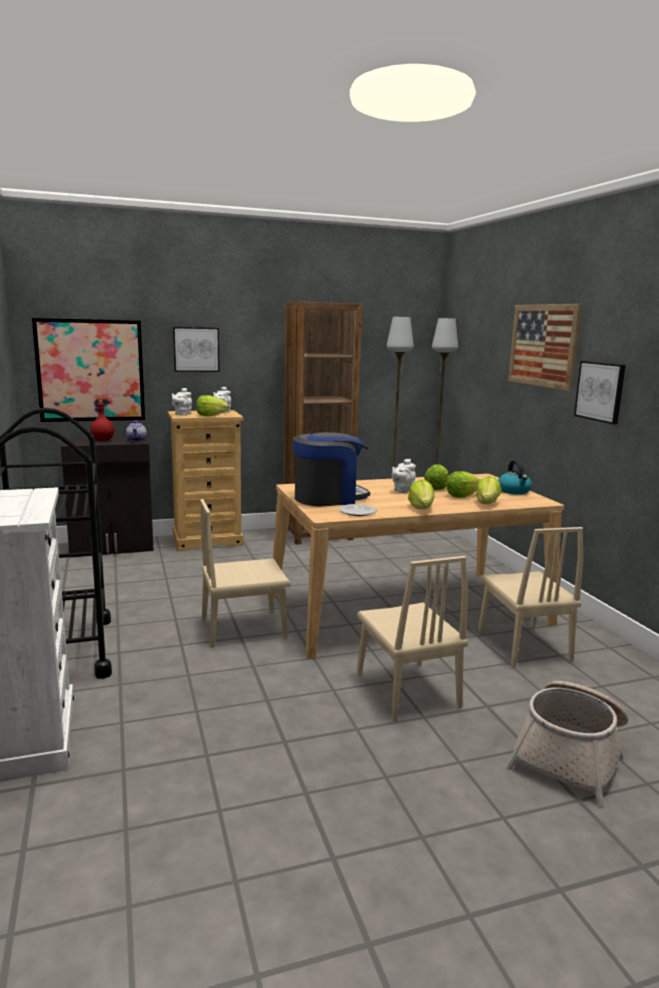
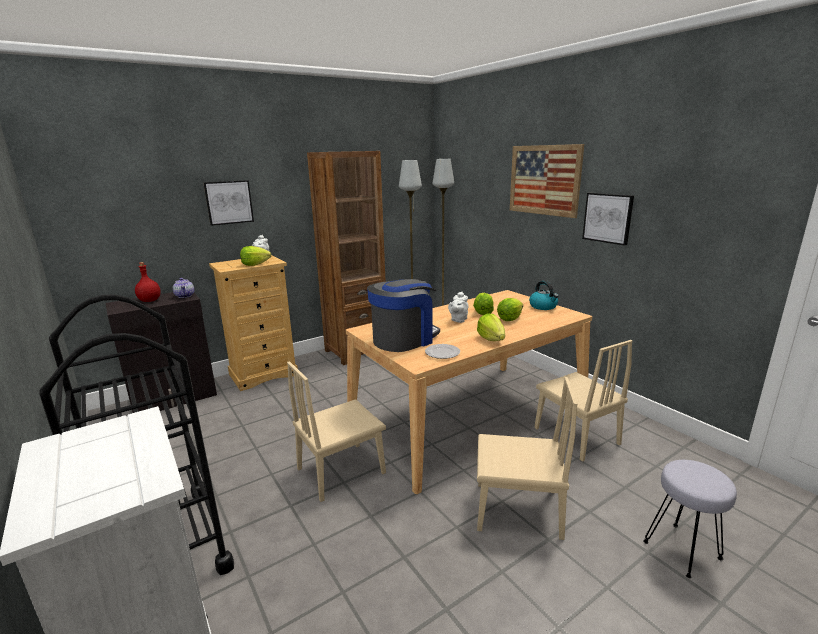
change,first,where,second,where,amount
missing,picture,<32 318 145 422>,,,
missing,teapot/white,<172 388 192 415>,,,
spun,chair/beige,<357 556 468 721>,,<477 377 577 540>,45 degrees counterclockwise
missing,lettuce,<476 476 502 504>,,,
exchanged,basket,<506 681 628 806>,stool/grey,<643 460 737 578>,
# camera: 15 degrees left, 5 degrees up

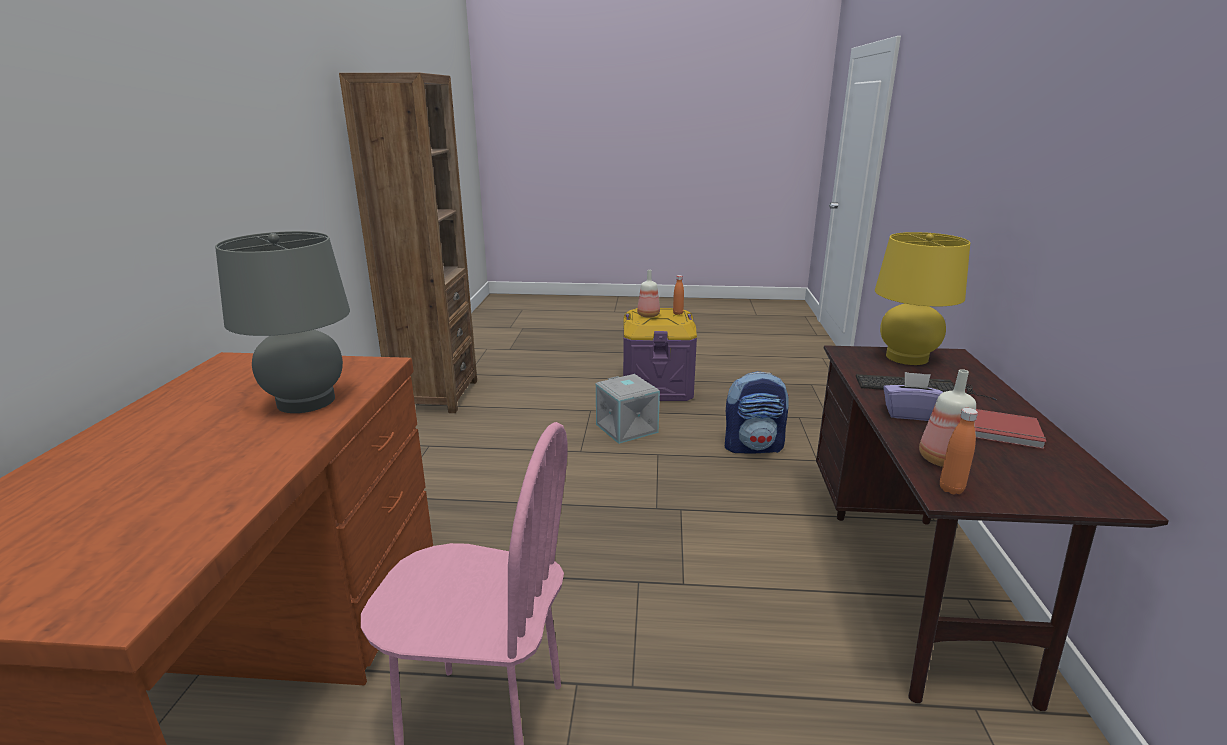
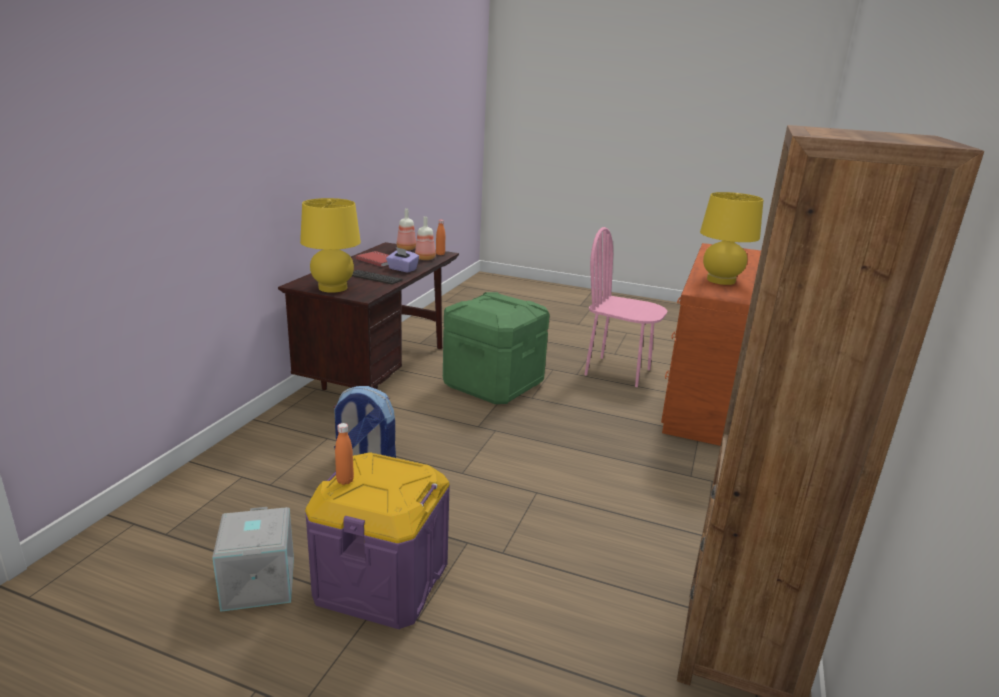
change,first,where,second,where,amount
colour,table lamp/grey,<215 231 350 413>,table lamp/yellow,<700 192 763 285>,
relocated,storage box/grey,<596 374 660 444>,,<212 507 294 612>,
relocated,bottle,<637 270 660 318>,,<397 208 416 250>,
appeared,,,storage box/green,<443 292 550 404>,
# camera: 165 degrees left, 0 degrees up

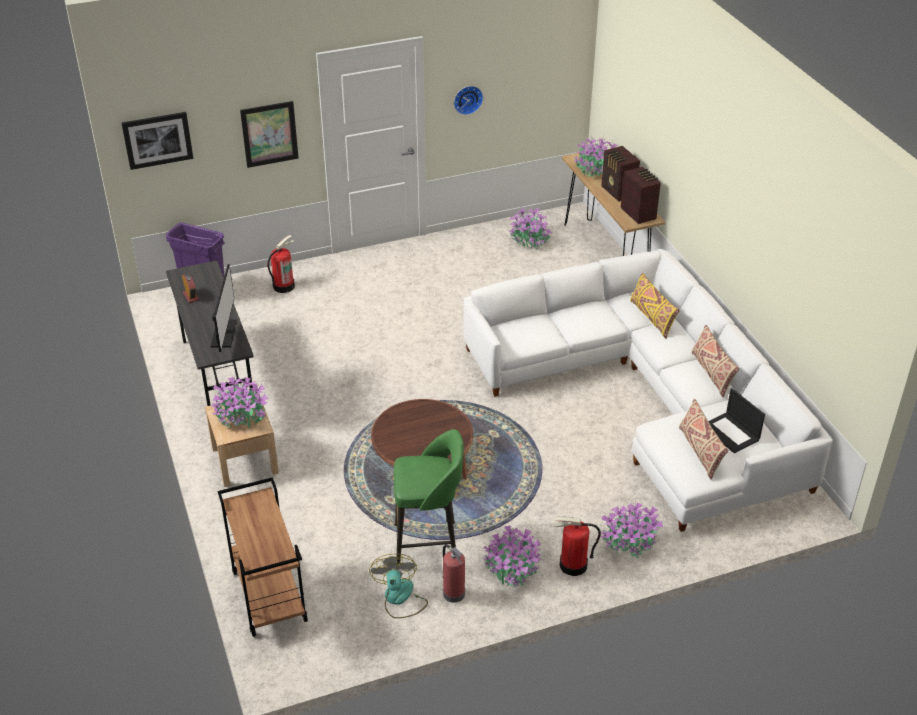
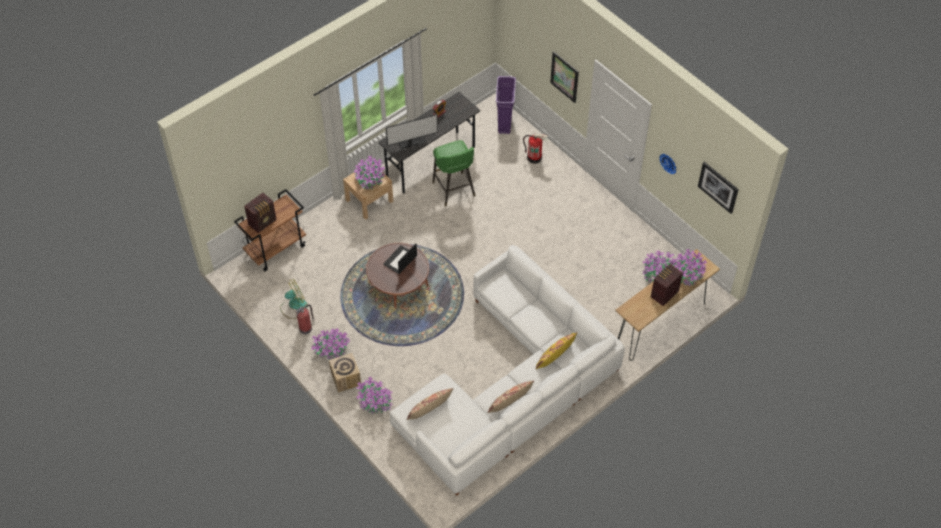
change,first,where,second,where,amount
relocated,picture,<121 112 193 170>,,<698 162 739 214>,
relocated,stool/green,<394 429 464 570>,,<432 140 476 206>,
exchanged,fire extinguisher,<551 517 601 576>,cardboard box,<329 353 361 393>,
relocated,radio,<621 167 661 224>,,<244 193 277 233>,
relocated,laptop,<708 388 765 453>,,<383 243 417 274>,
# camera: 70 degrees right, 15 degrees up

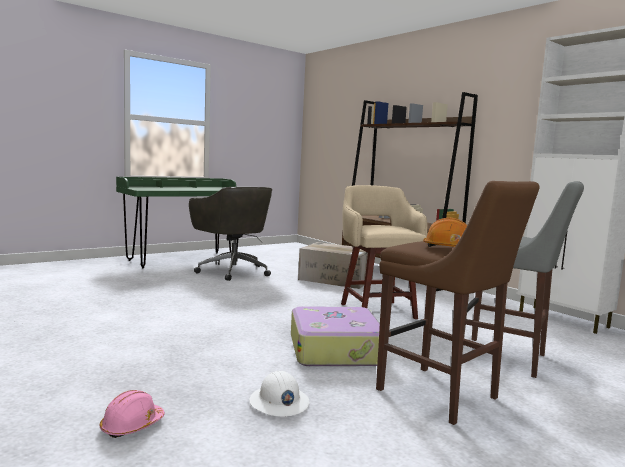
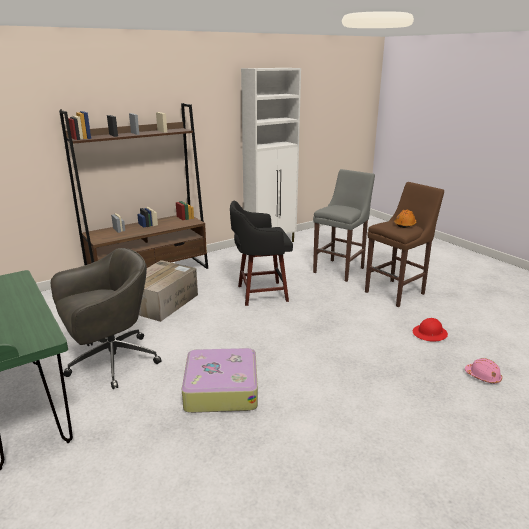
change,first,where,second,where,amount
colour,hard hat/white,<249 371 310 416>,hard hat/red,<413 318 448 342>,
relocated,suitcase,<291 306 389 366>,,<182 348 258 413>,
colour,stool/beige,<341 185 428 319>,stool/black,<230 201 293 306>,
# camera: 85 degrees left, 15 degrees up

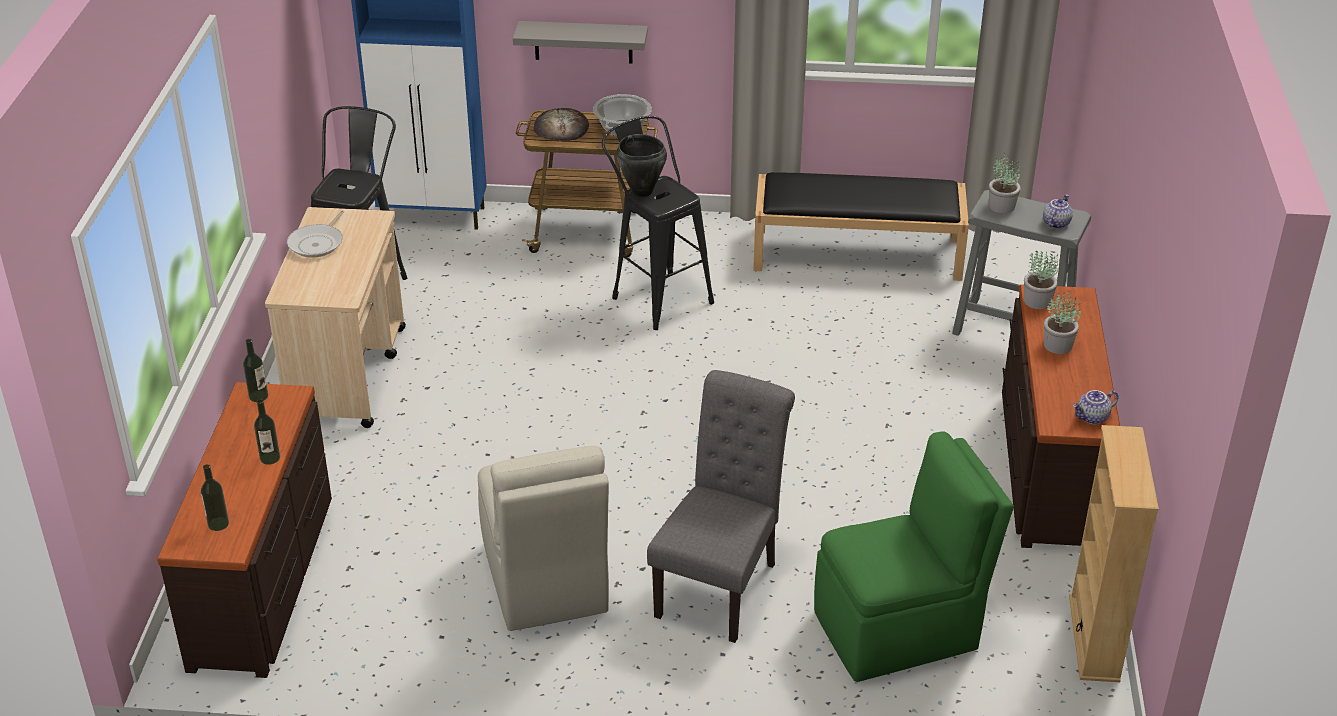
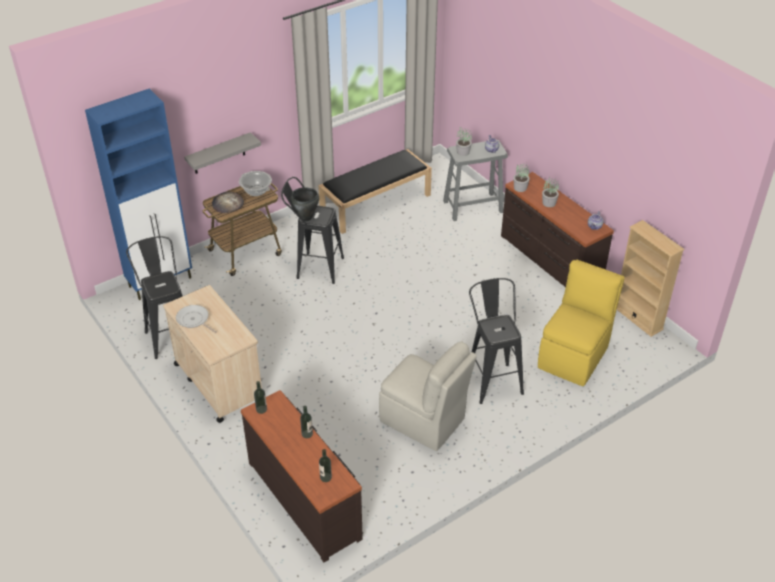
change,first,where,second,where,amount
spun,frying pan,<287 210 344 258>,,<176 305 216 333>,150 degrees clockwise
exchanged,chair/grey,<647 370 795 643>,stool/black,<469 278 524 404>,
colour,chair/green,<814 431 1014 682>,chair/yellow,<538 260 625 386>,
# camera: 40 degrees left, 5 degrees up

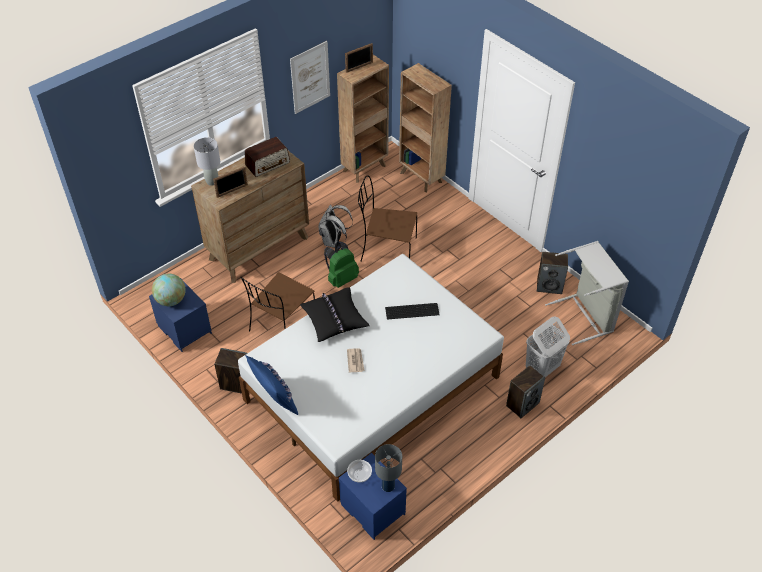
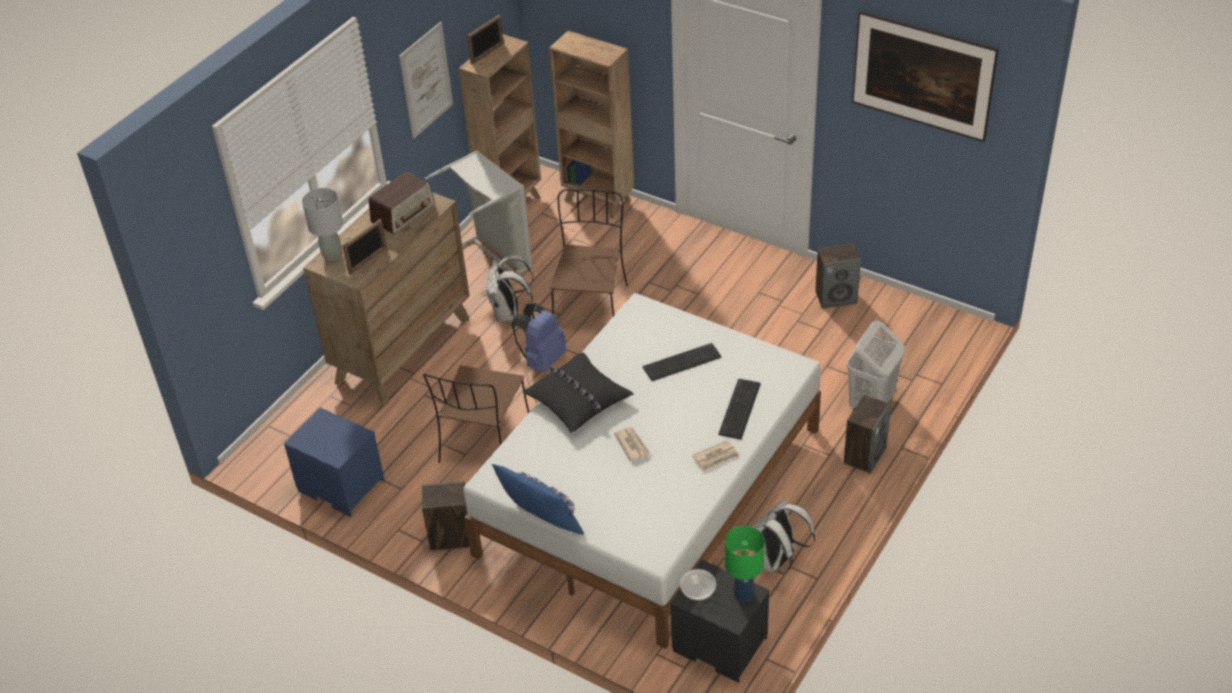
change,first,where,second,where,amount
missing,globe,<152 274 186 306>,,,
colour,backpack/green,<324 241 359 288>,backpack/blue,<512 303 566 372>,
colour,nightstand/blue,<339 453 407 540>,nightstand/black,<670 559 770 683>,
spun,chair/brown,<358 175 417 262>,,<550 189 628 316>,105 degrees clockwise
colour,table lamp/grey,<375 444 402 492>,table lamp/green,<725 526 765 602>,
relocated,laundry basket/grey,<545 241 629 345>,,<425 150 532 294>,
appeared,,,newspaper,<692 440 739 471>,
appeared,,,keyboard,<718 379 761 439>,
appeared,,,backpack/white,<753 498 815 574>,
appeared,,,picture,<852 10 999 142>,
# camera: 15 degrees left, 5 degrees down

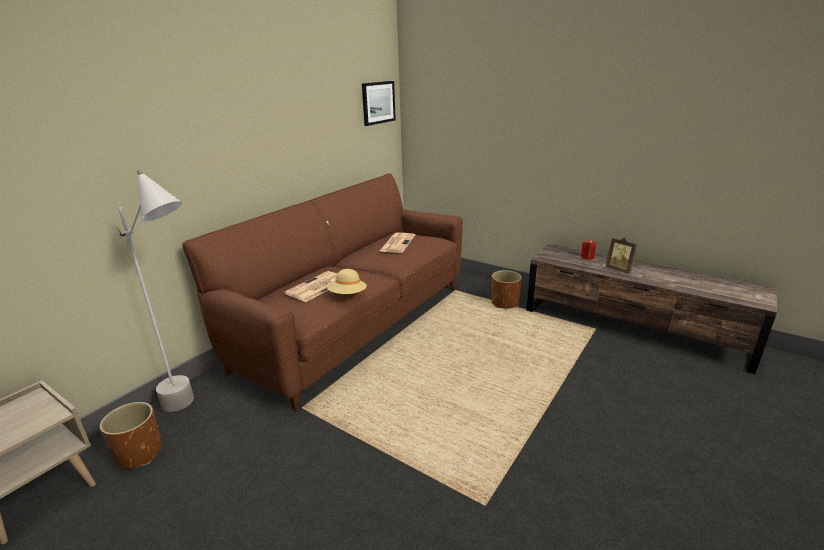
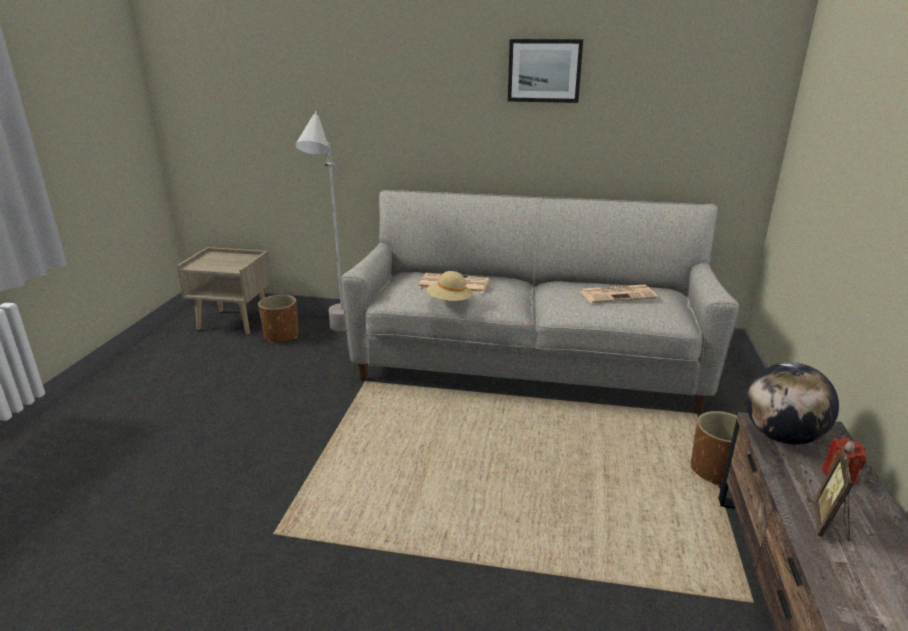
change,first,where,second,where,amount
colour,sofa/brown,<182 173 463 411>,sofa/grey,<340 190 739 413>,
relocated,picture,<362 81 396 126>,,<508 39 583 103>,
appeared,,,globe,<746 362 839 445>,
# camera: 65 degrees right, 0 degrees up

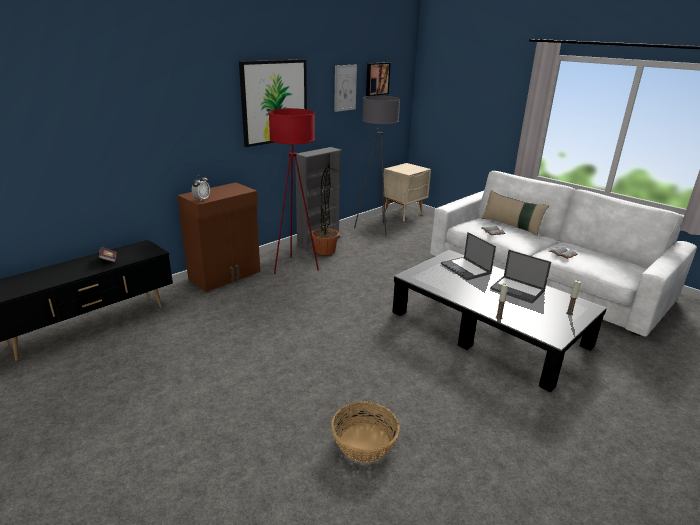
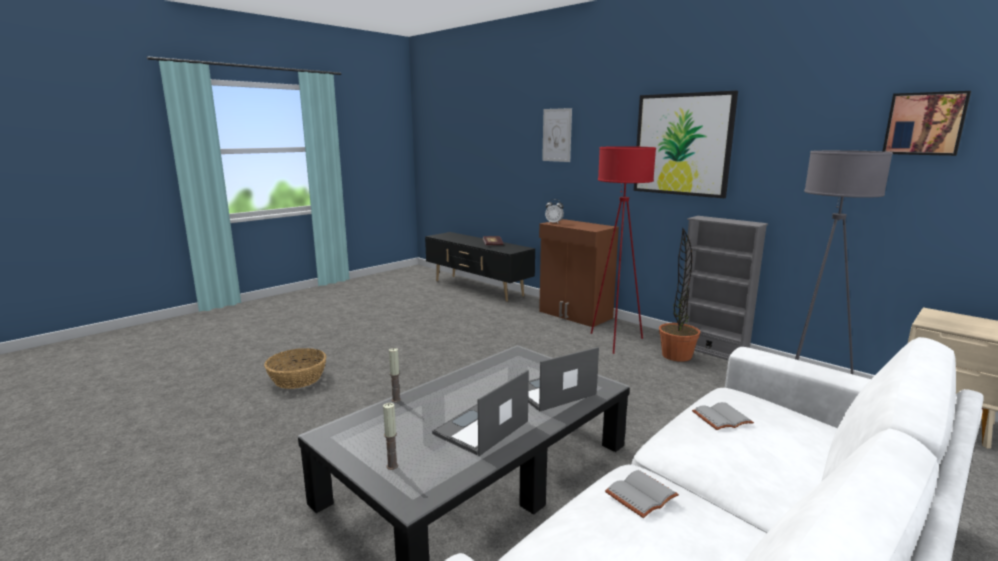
change,first,where,second,where,amount
relocated,picture,<334 65 357 112>,,<542 108 572 162>,
missing,pillow/beige,<482 190 549 236>,,,
# camera: 90 degrees right, 10 degrees down

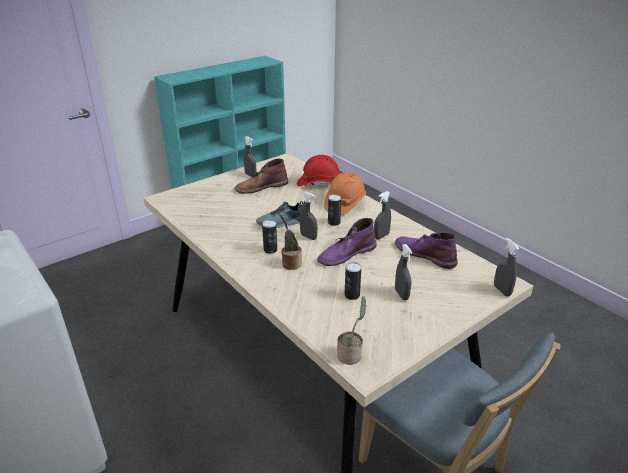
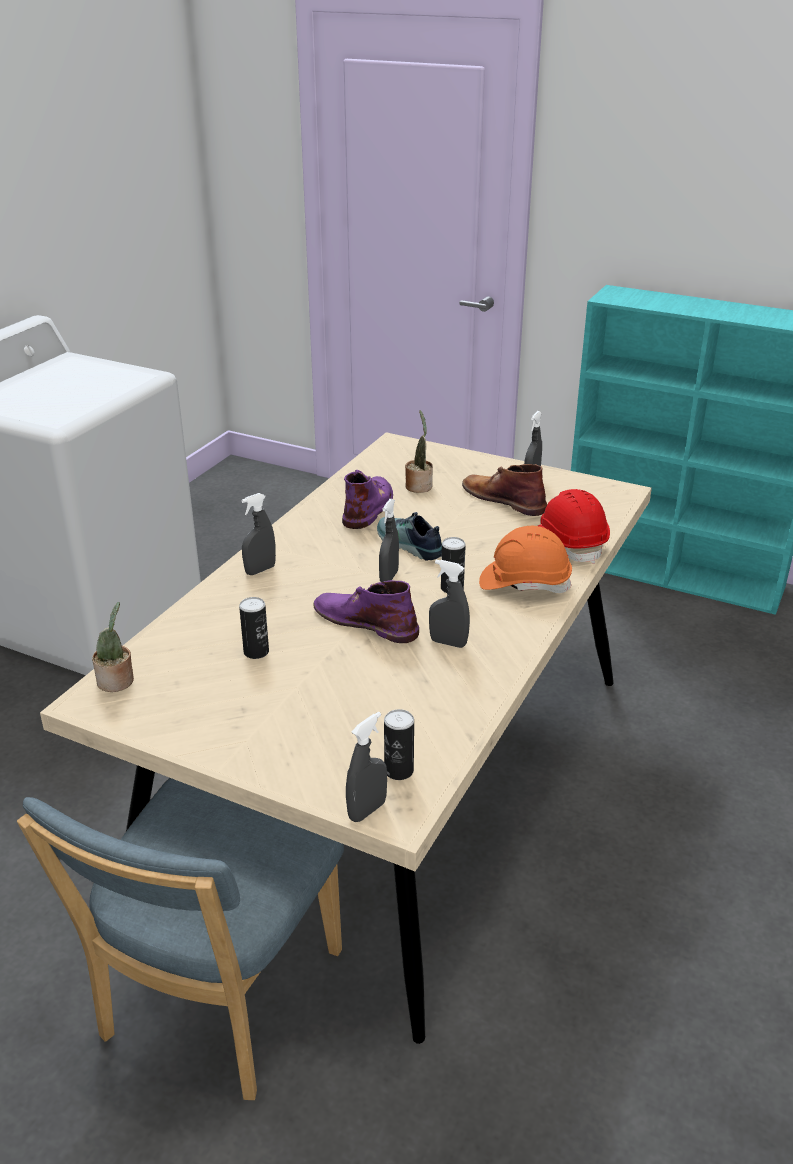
change,first,where,second,where,amount
relocated,can,<262 220 277 254>,,<384 709 414 780>,
relocated,potted plant,<279 214 302 270>,,<405 410 433 493>,
relocated,boot/purple,<395 232 458 269>,,<342 470 393 529>,
relocated,spray bottle/grey,<395 244 412 300>,,<241 493 276 575>,
# camera: 65 degrees right, 0 degrees up

